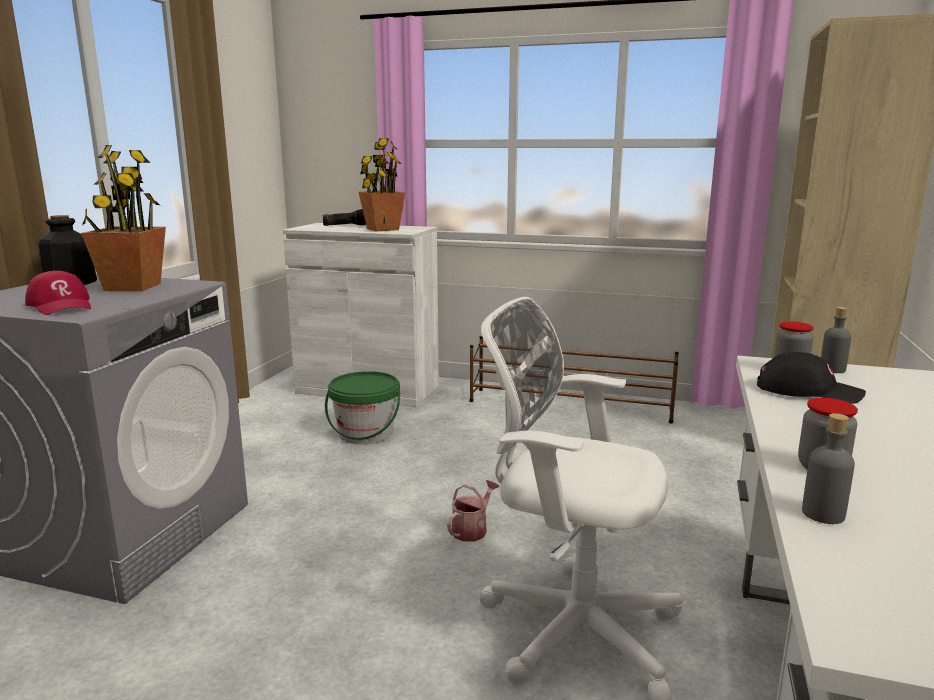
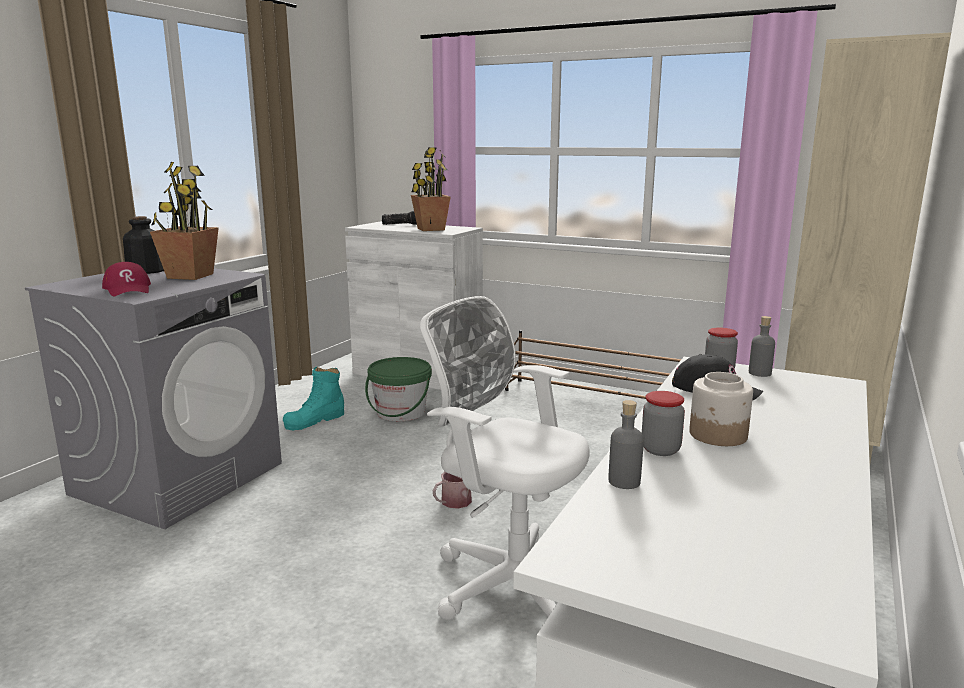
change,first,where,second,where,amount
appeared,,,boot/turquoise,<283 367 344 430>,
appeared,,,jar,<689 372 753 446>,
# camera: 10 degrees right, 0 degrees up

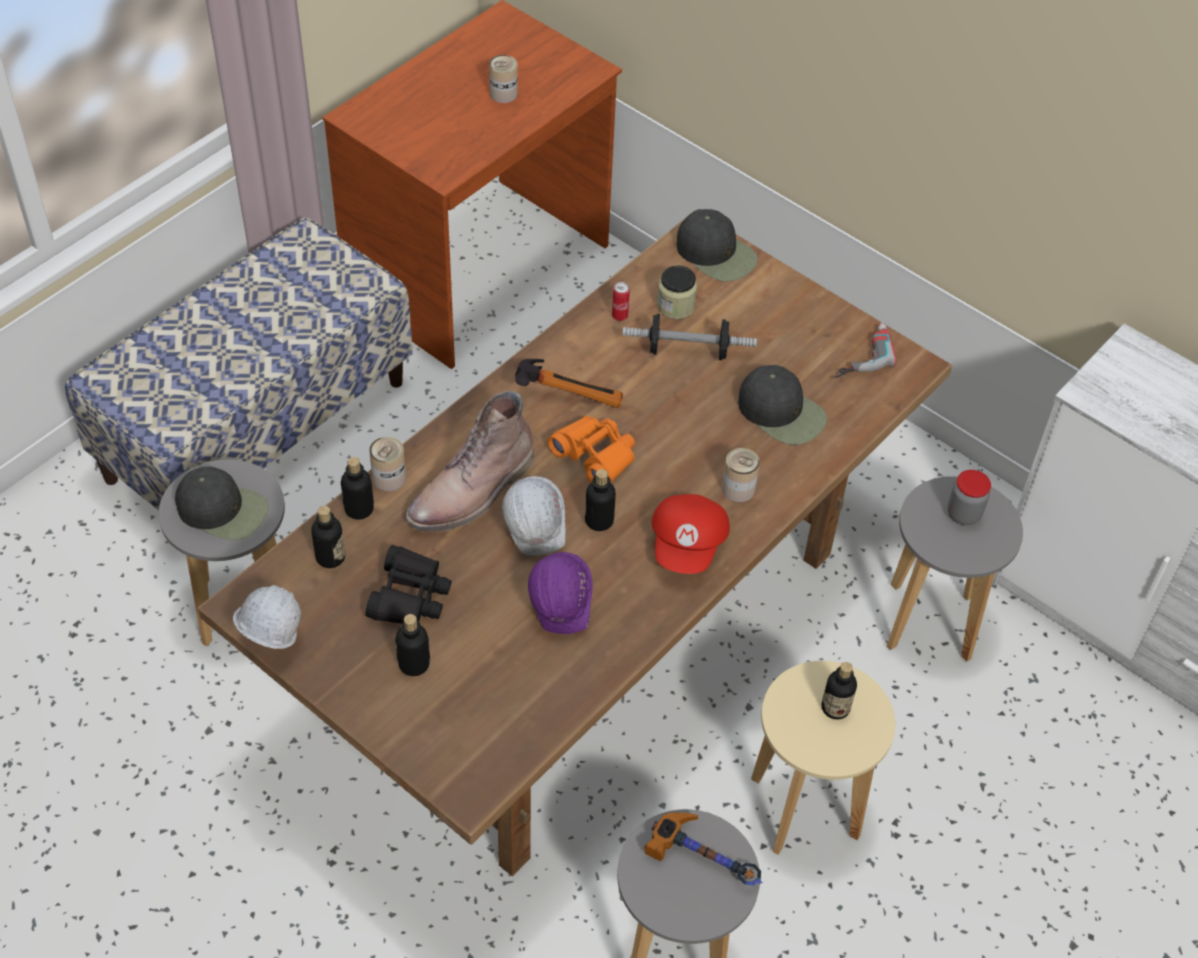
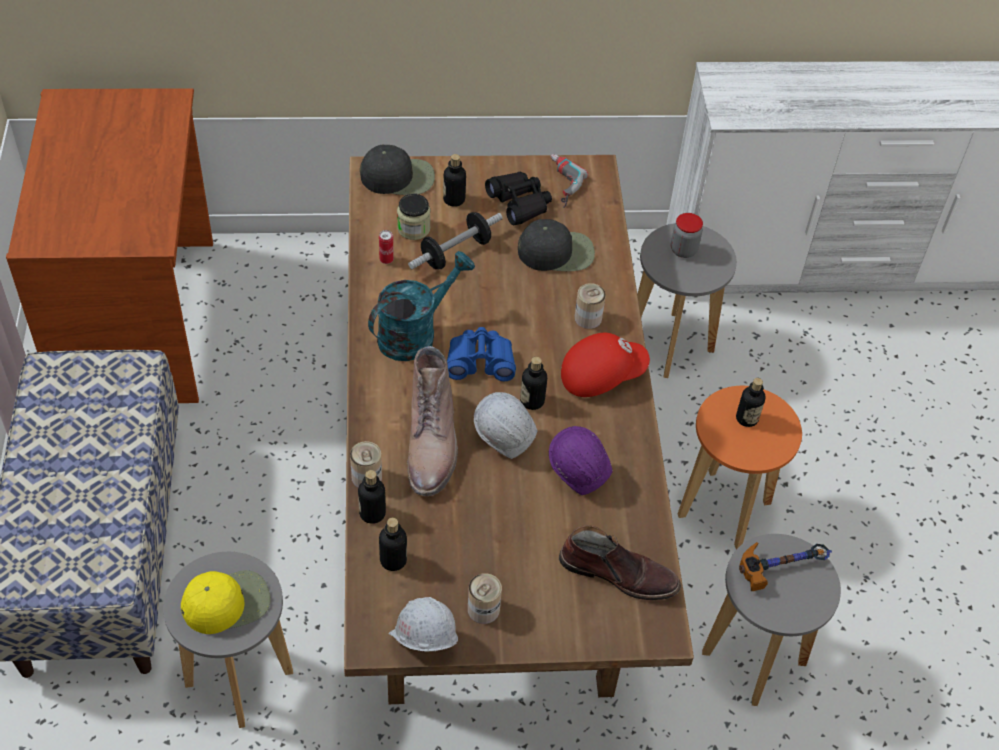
change,first,where,second,where,amount
colour,cap/black,<175 467 268 540>,cap/yellow,<181 570 271 634>,
relocated,binoculars/black,<365 545 452 624>,,<485 172 552 225>,
relocated,bottle,<395 614 430 676>,,<443 154 466 207>,
relocated,can,<489 55 518 103>,,<468 573 502 624>,
exchanged,hammer,<515 359 623 408>,watering can/turquoise,<368 251 475 361>,
colour,binoculars/orange,<548 416 635 483>,binoculars/blue,<447 327 516 381>,
spun,cap/red,<652 494 730 574>,,<561 333 650 397>,75 degrees counterclockwise
colour,stool/beige,<751 661 895 855>,stool/orange,<678 386 802 550>,
appeared,,,boot/brown,<559 525 681 600>,
# camera: 45 degrees left, 0 degrees up

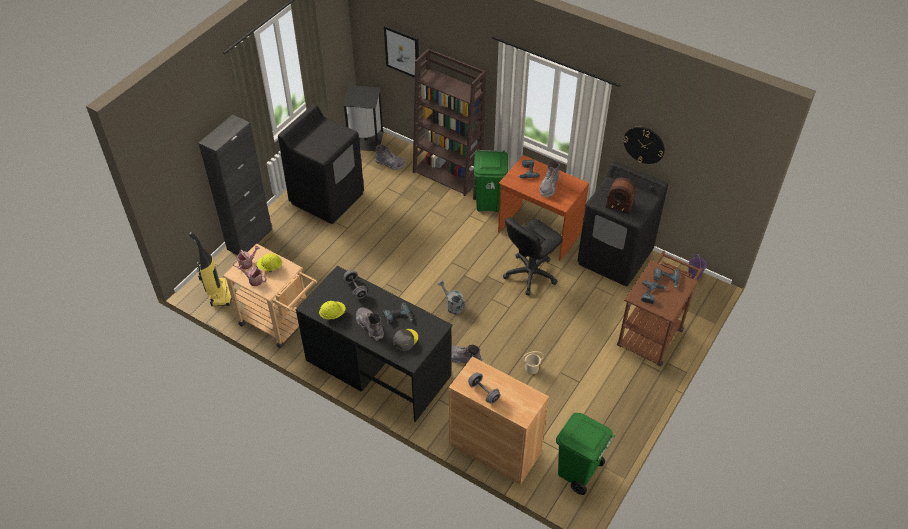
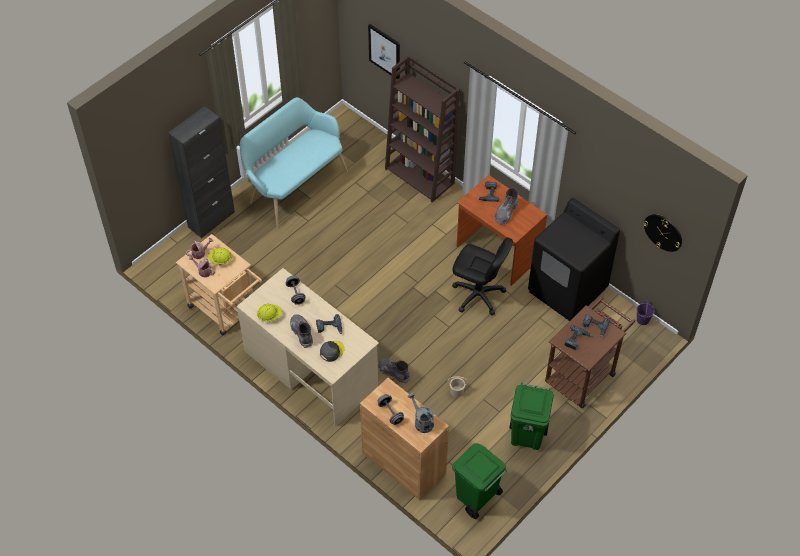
change,first,where,second,where,amount
missing,vacuum cleaner,<189 232 232 306>,,,
exchanged,washing machine/black,<278 104 364 224>,bench/turquoise,<240 97 348 228>,
colour,desk/black,<296 266 453 422>,desk/beige,<237 268 379 426>,
missing,trash can/black,<343 85 384 151>,,,
missing,boot/grey,<375 144 406 170>,,,
relocated,watering can/grey,<437 280 465 314>,,<408 393 434 433>,
relocated,trash can/green,<473 150 508 212>,,<509 383 554 450>,
spun,office chair/black,<503 217 562 295>,,<452 237 513 315>,120 degrees counterclockwise
missing,radio,<600 178 635 214>,,,
relocated,wall clock,<623 127 665 164>,,<643 214 682 252>,
# camera: 10 degrees right, 5 degrees up

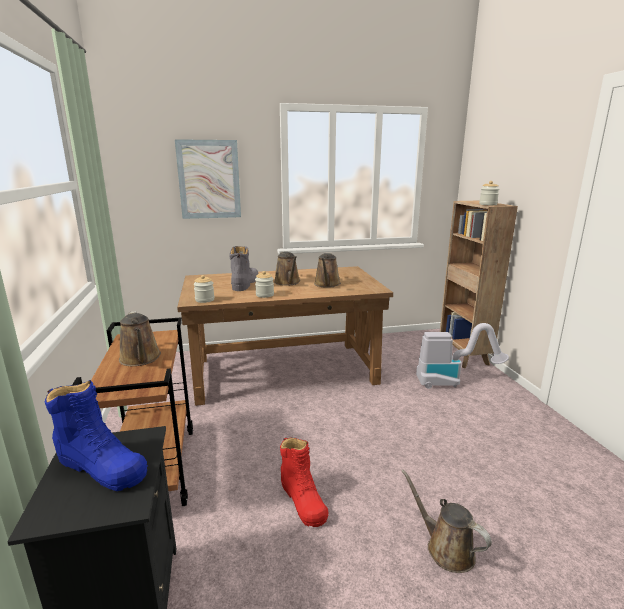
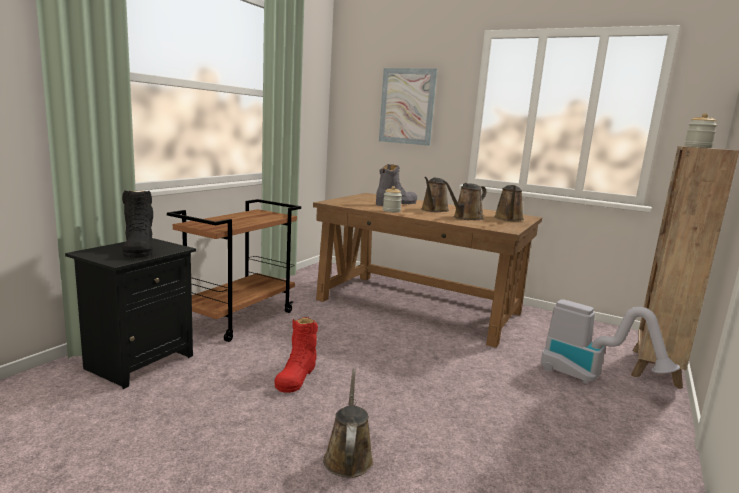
change,first,where,second,where,amount
colour,boot/blue,<45 380 148 491>,boot/black,<122 190 153 257>,
relocated,watering can/brown,<119 311 161 366>,,<494 185 524 221>,
missing,jar,<194 275 215 303>,,,
# camera: 40 degrees right, 5 degrees down

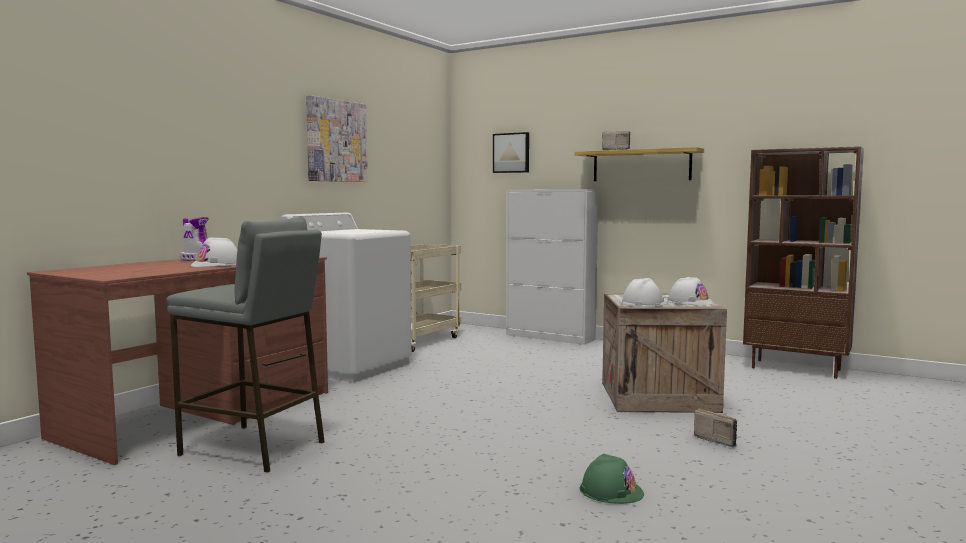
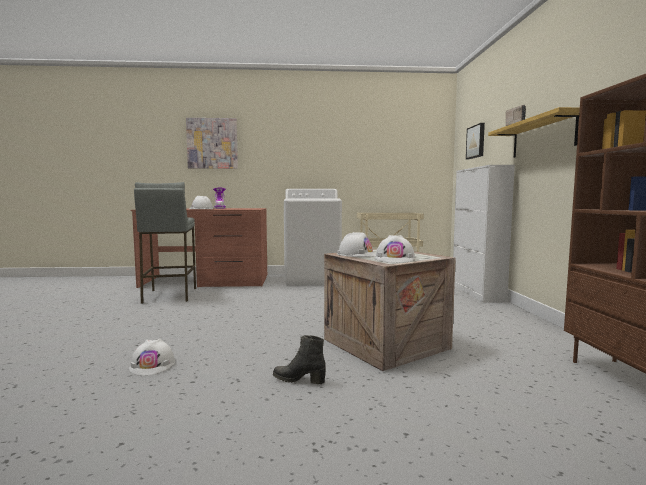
change,first,where,second,where,amount
relocated,picture,<306 95 368 182>,,<186 118 238 169>,
colour,hard hat/green,<580 454 644 504>,hard hat/white,<129 339 175 376>,
exchanged,radio,<694 408 739 448>,boot/black,<273 335 326 384>,
# camera: 55 degrees right, 0 degrees up

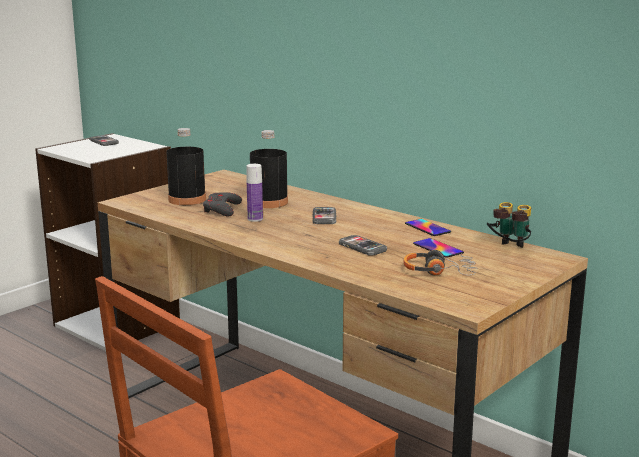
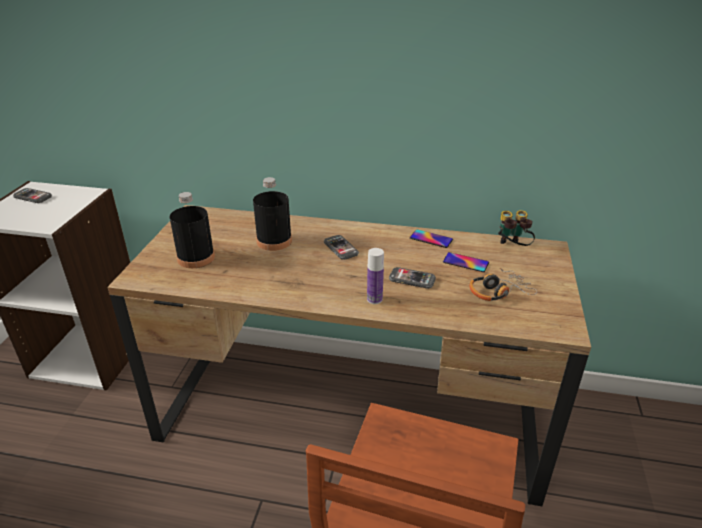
change,first,where,second,where,amount
missing,game controller/grey,<203 192 242 216>,,,
relocated,bottle,<247 164 263 222>,,<367 248 384 304>,
# camera: 30 degrees left, 15 degrees up

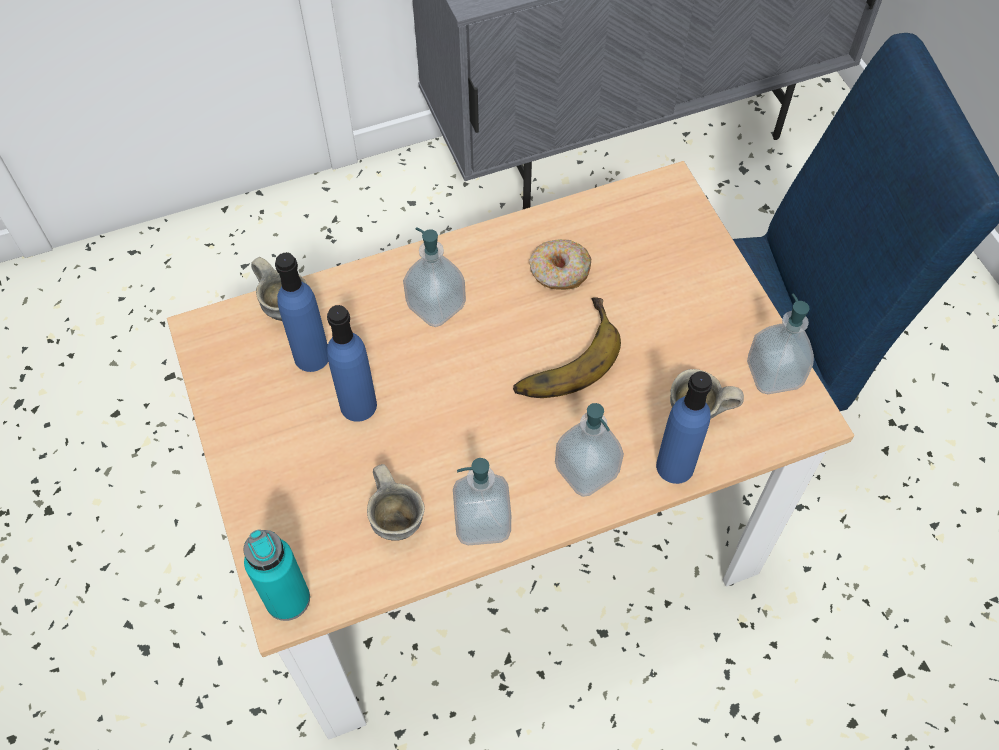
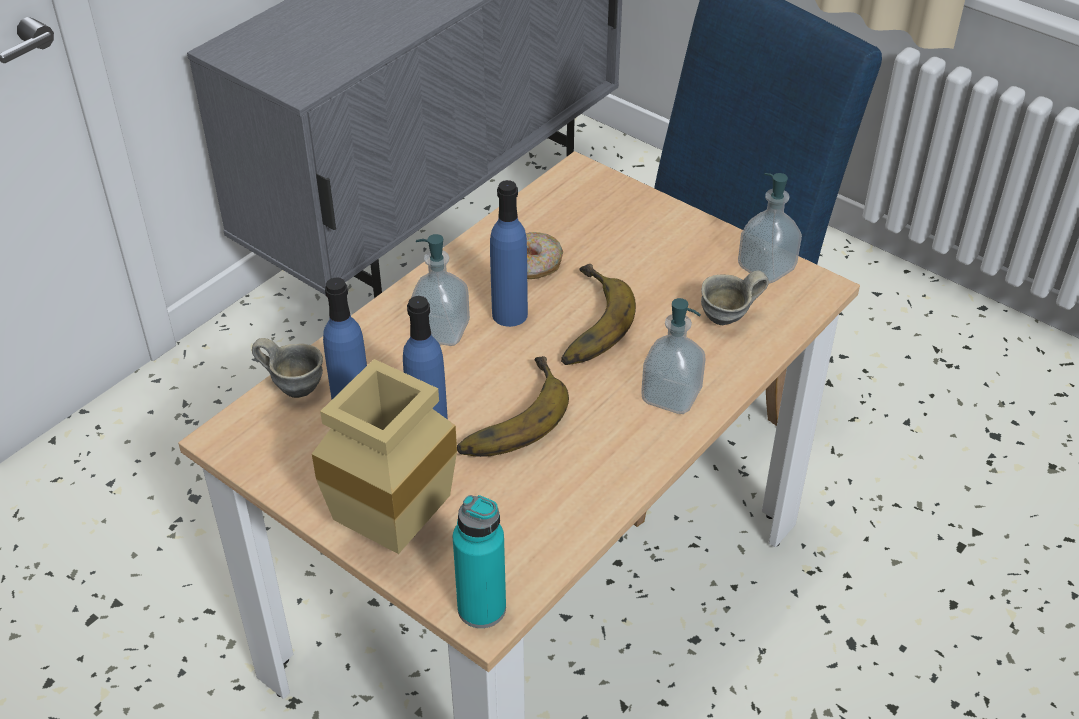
change,first,where,second,where,amount
missing,mug/grey,<367 464 425 541>,,,
missing,soap dispenser,<453 458 511 545>,,,
relocated,bottle/blue,<656 371 712 484>,,<490 180 528 327>,
appeared,,,vase/beige,<312 359 457 554>,
appeared,,,banana,<457 356 569 457>,
# camera: 30 degrees left, 15 degrees down

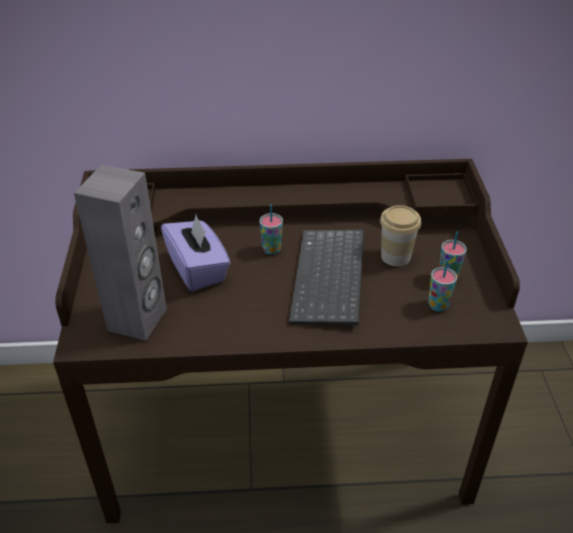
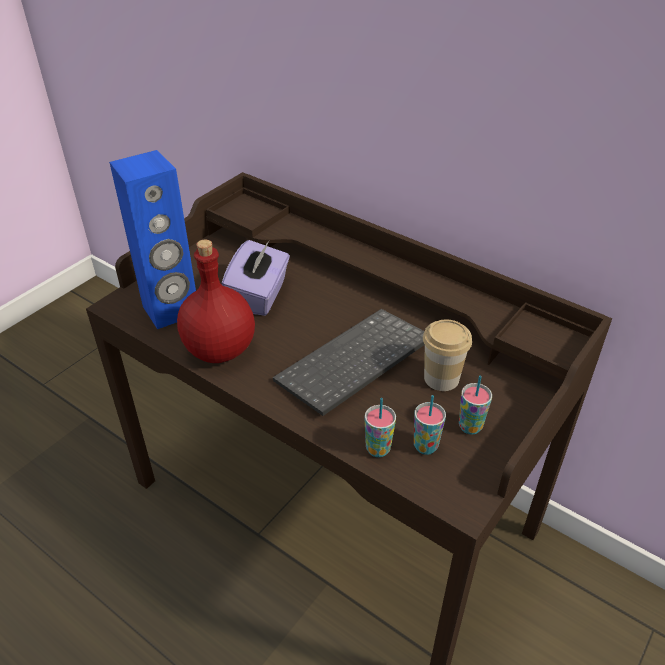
change,first,where,second,where,amount
colour,speaker/grey,<74 165 167 341>,speaker/blue,<109 150 196 329>,
relocated,cup,<260 204 283 255>,,<365 398 396 457>,
appeared,,,bottle/red,<177 240 255 363>,
# camera: 40 degrees right, 0 degrees up

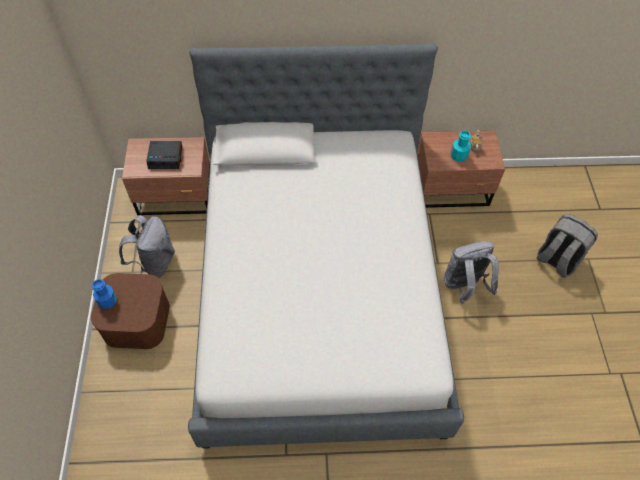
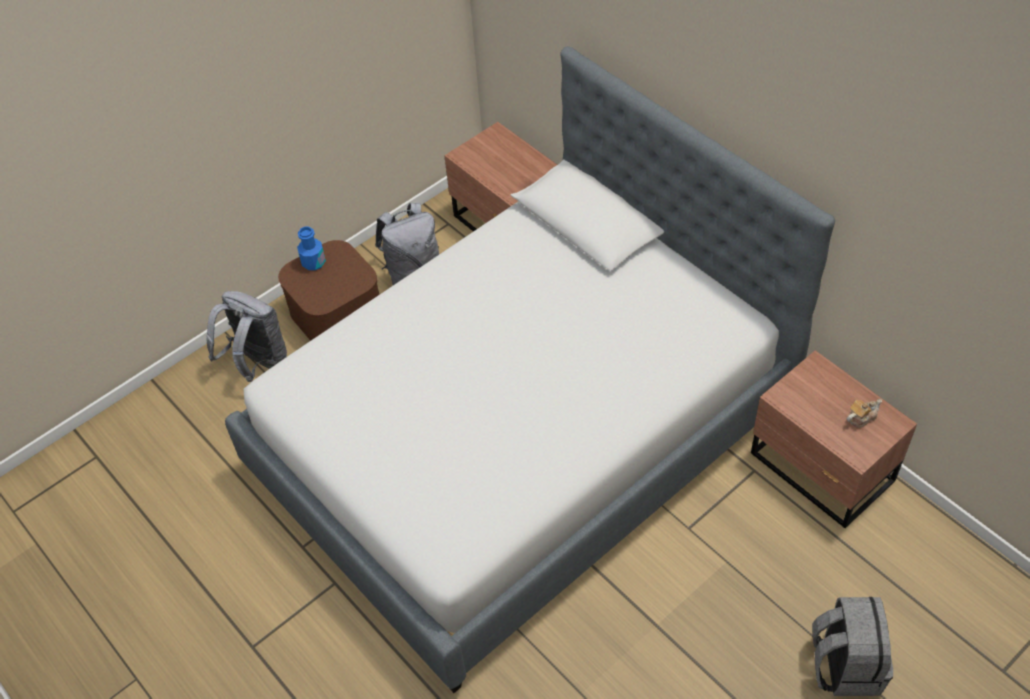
change,first,where,second,where,amount
missing,alarm clock,<146 141 183 169>,,,
relocated,backpack/grey,<444 241 499 304>,,<207 291 287 382>,
missing,bottle/turquoise,<451 131 471 162>,,,
# camera: 55 degrees right, 5 degrees down

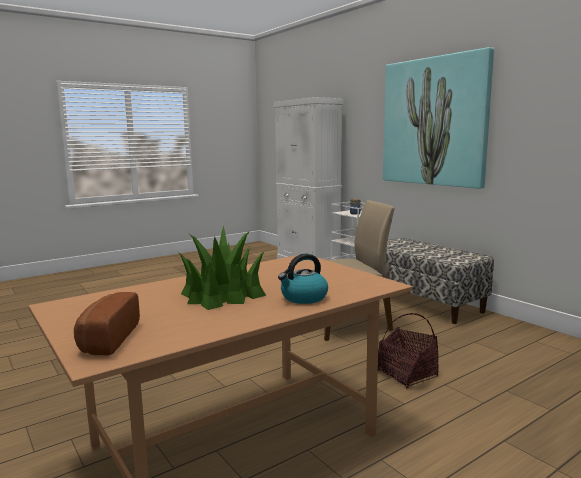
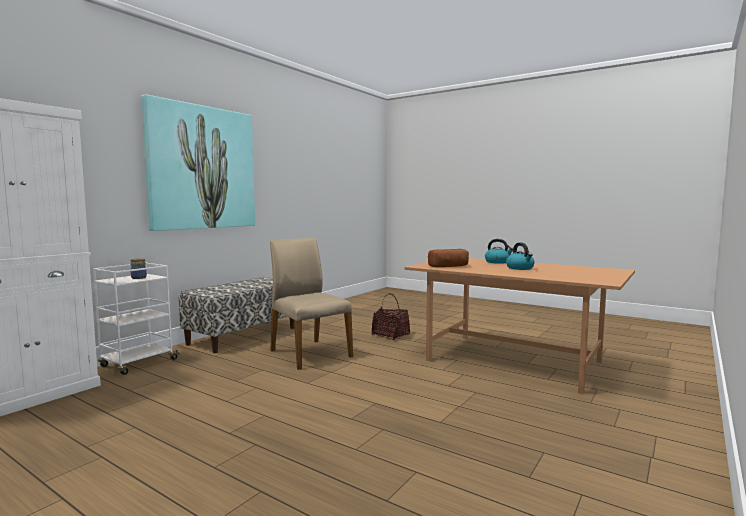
change,first,where,second,where,amount
relocated,bread,<74 292 140 355>,,<428 249 469 267>,
exchanged,potted plant,<178 226 266 310>,kettle,<506 242 535 270>,
# camera: 110 degrees left, 5 degrees down

